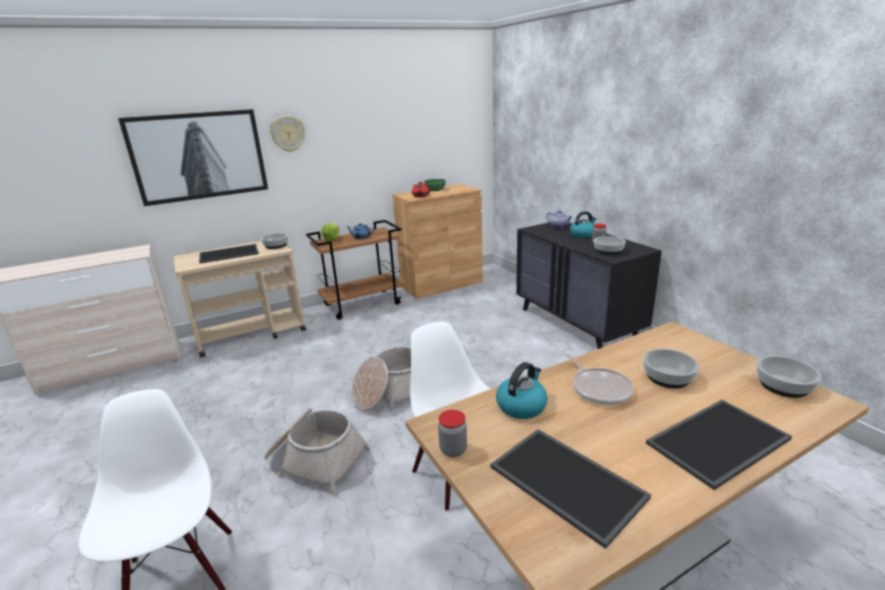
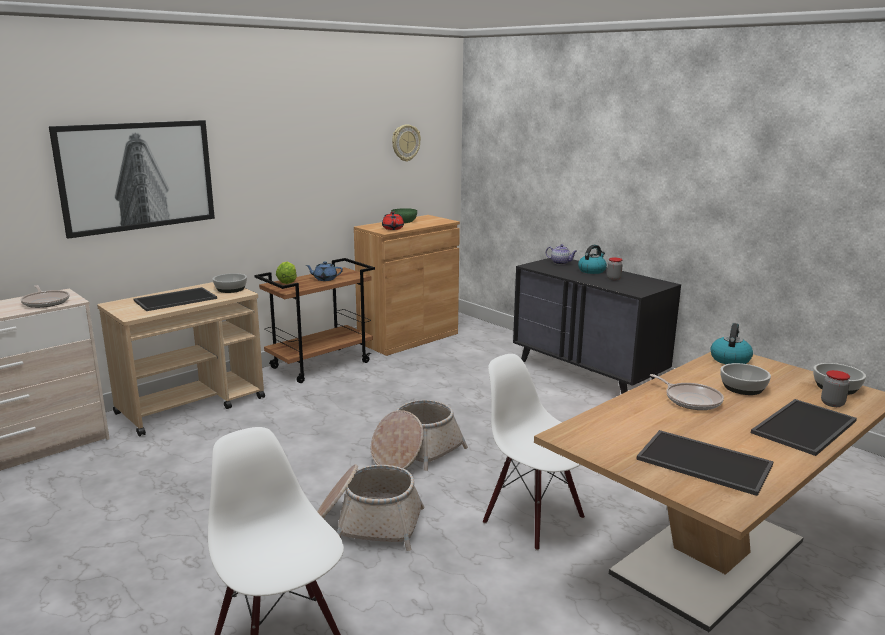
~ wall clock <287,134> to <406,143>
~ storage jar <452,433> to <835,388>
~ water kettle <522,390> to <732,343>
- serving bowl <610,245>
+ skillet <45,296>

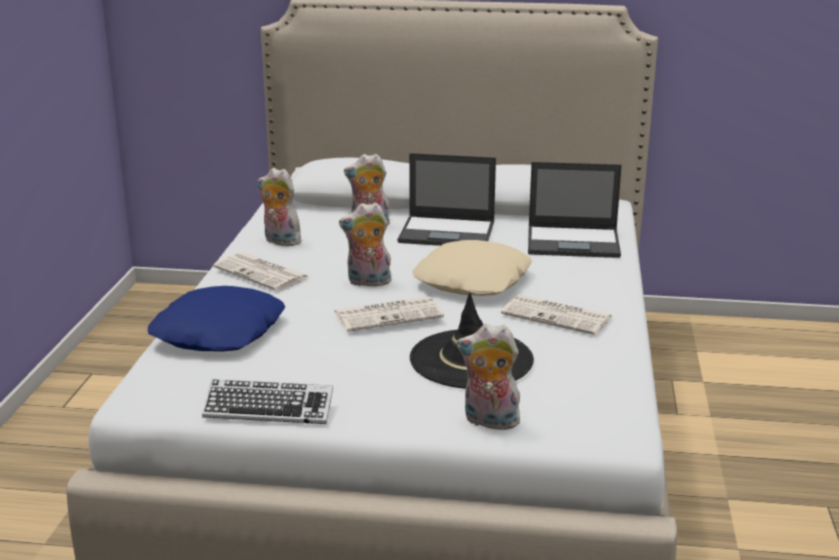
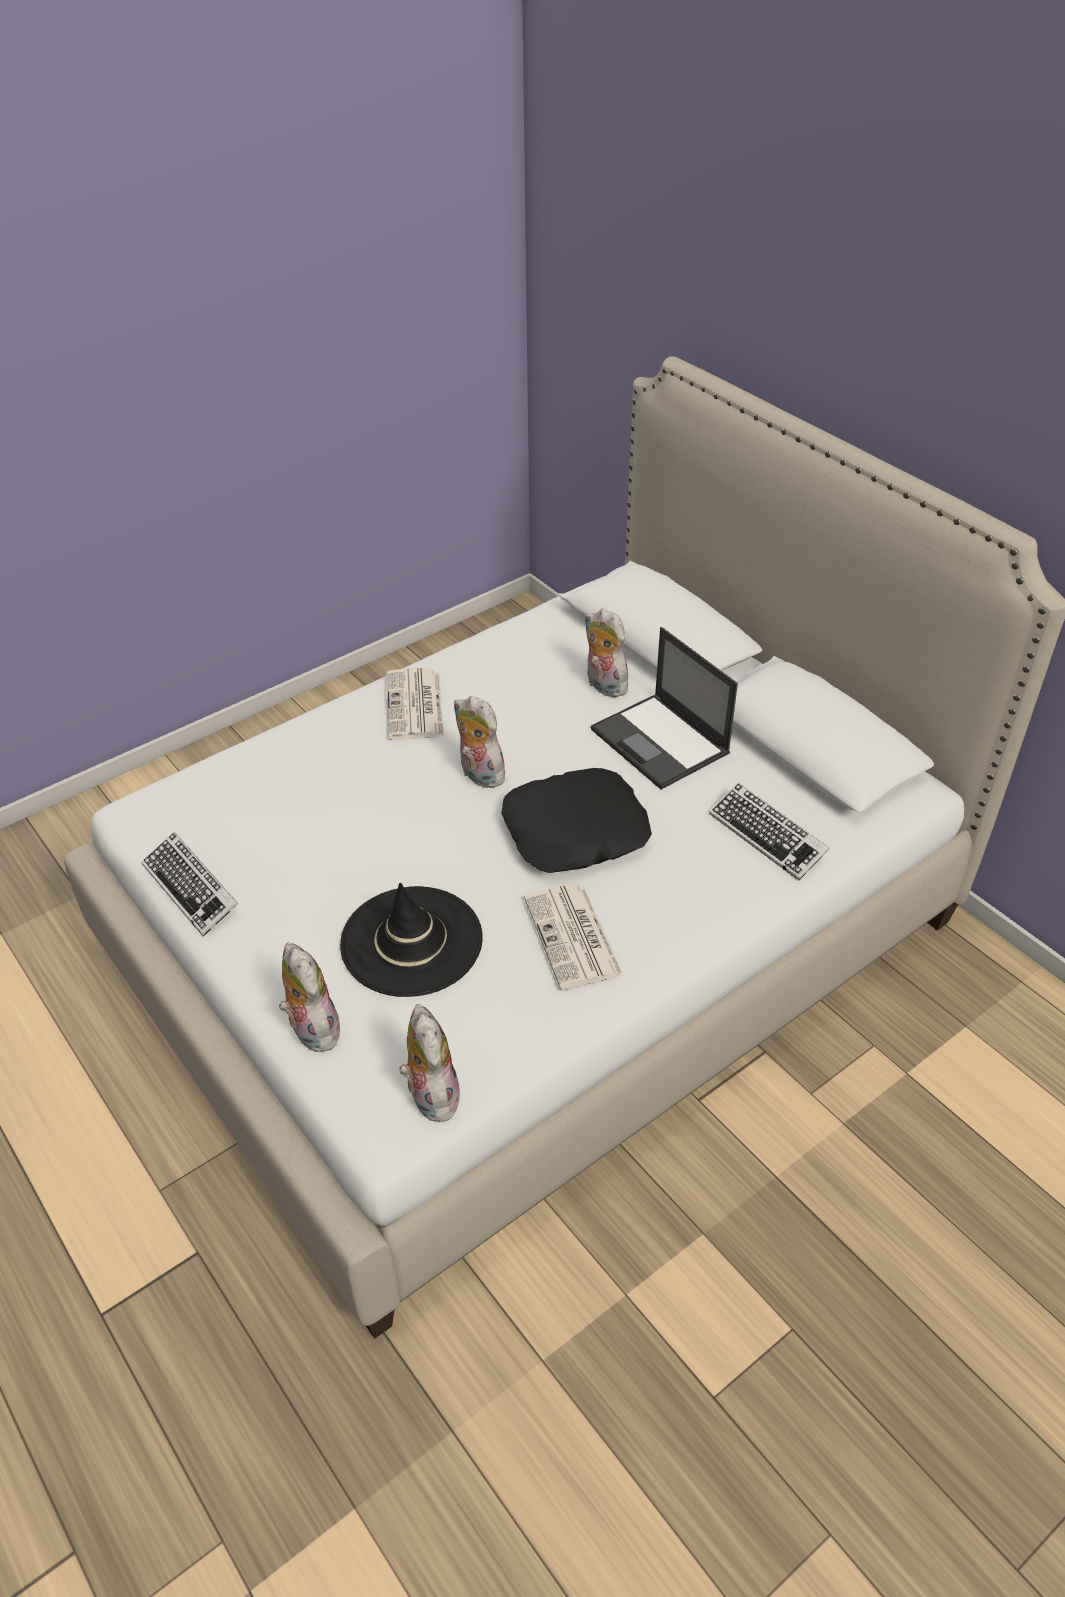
- bluish throw pillow <216,319>
~ soft toy <280,207> to <431,1063>
- newspaper <389,314>
~ sand-coloured throw pillow <472,268> to black throw pillow <576,820>
~ portable computer <575,210> to PC keyboard <769,832>

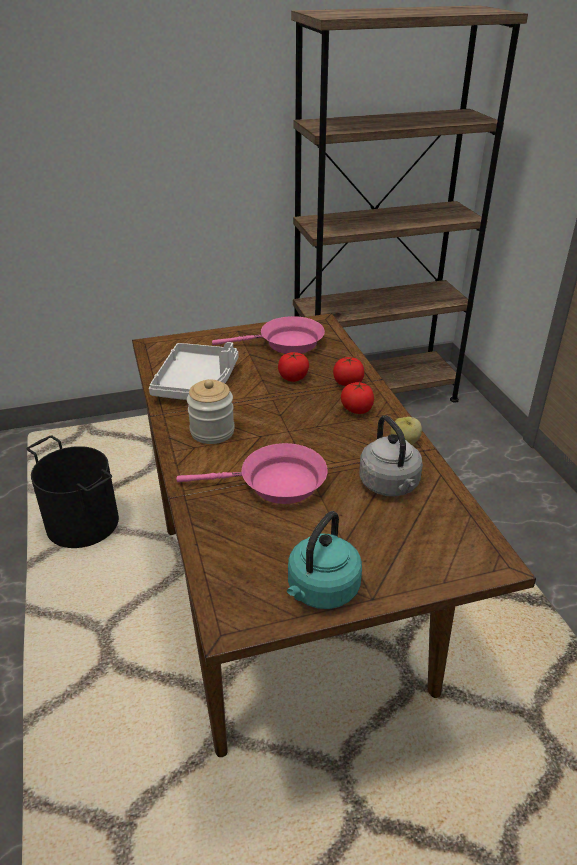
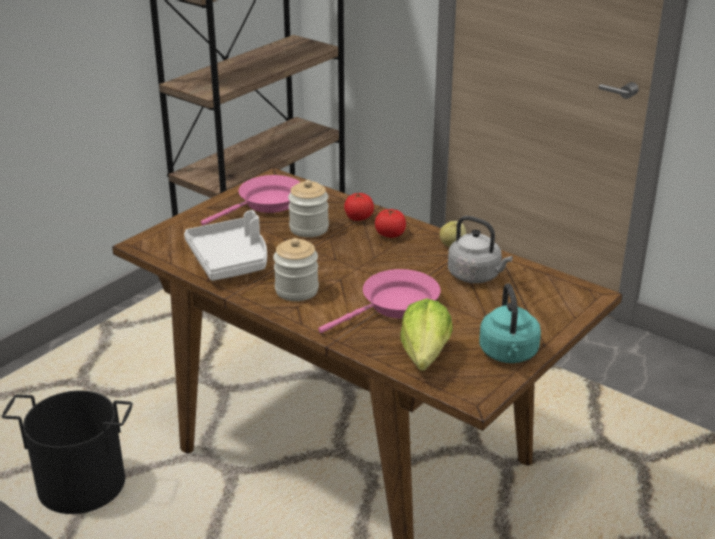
~ whole tomato <293,367> to storage jar <308,208>
+ lettuce head <426,334>

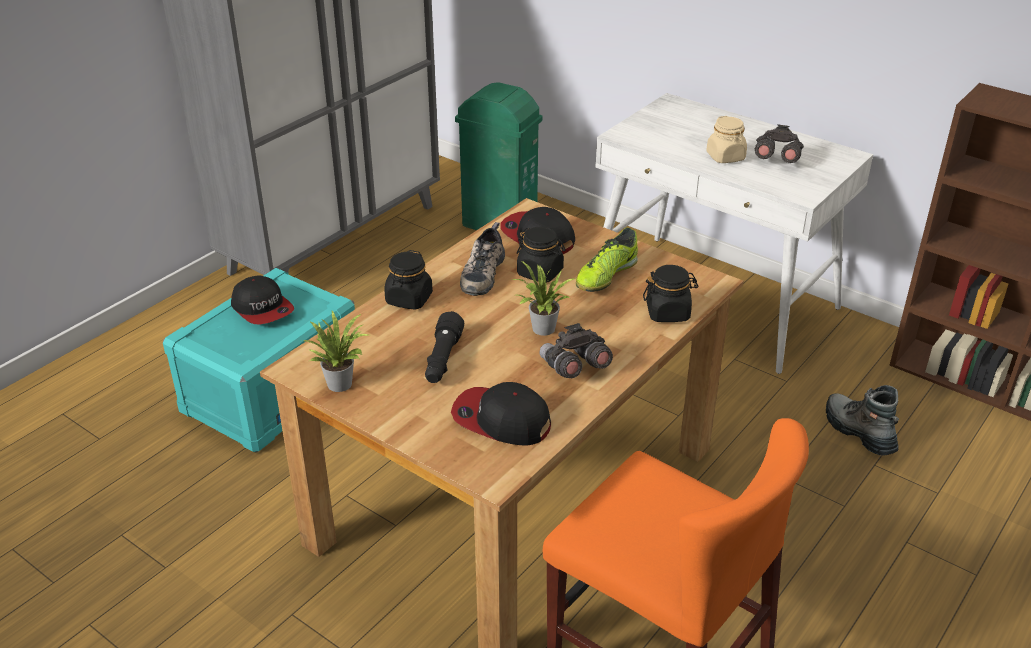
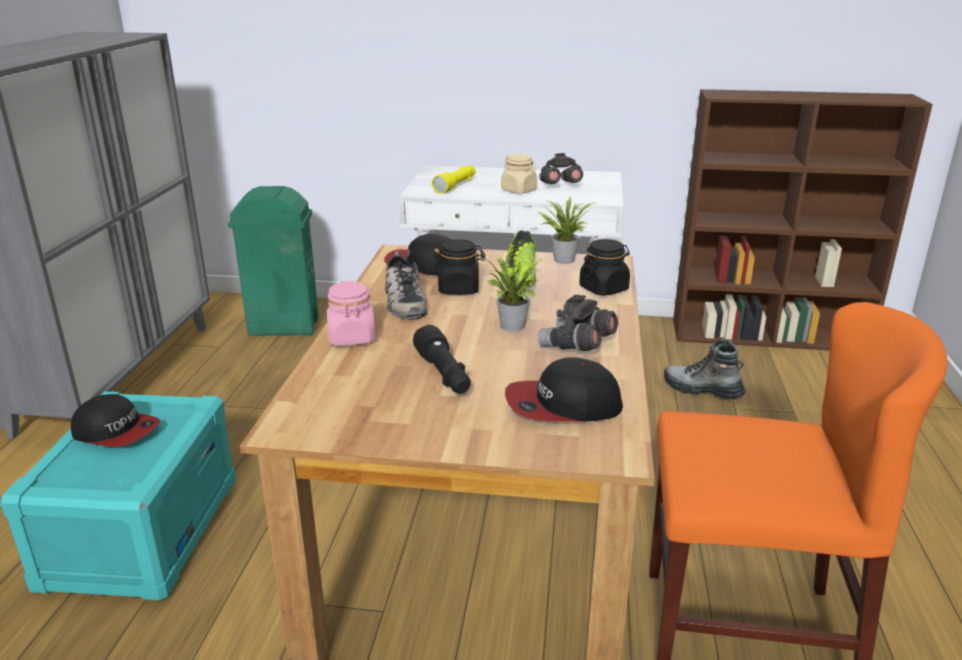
~ potted plant <336,351> to <568,230>
~ black storage jar <408,280> to pink storage jar <351,313>
+ yellow-coloured hand torch <453,179>

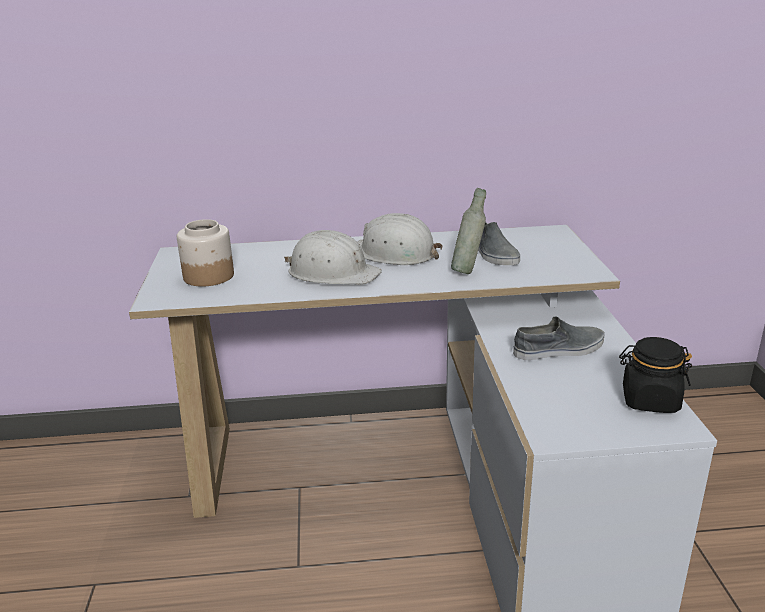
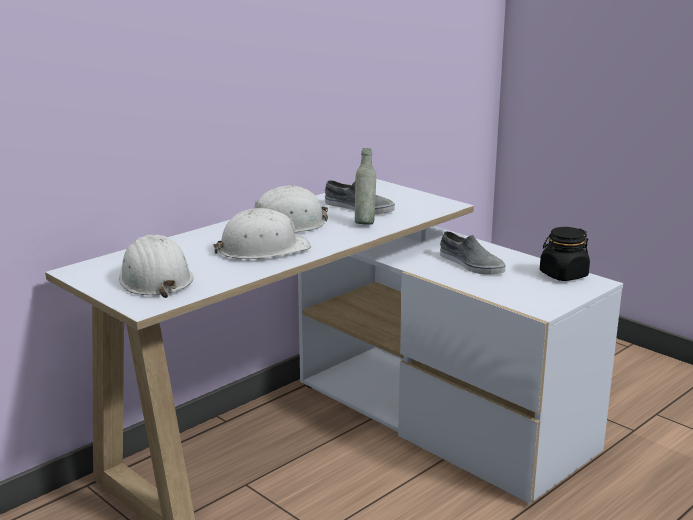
~ storage jar <205,253> to white work helmet <156,266>
~ gray shoe <559,338> = <472,253> 105 degrees clockwise

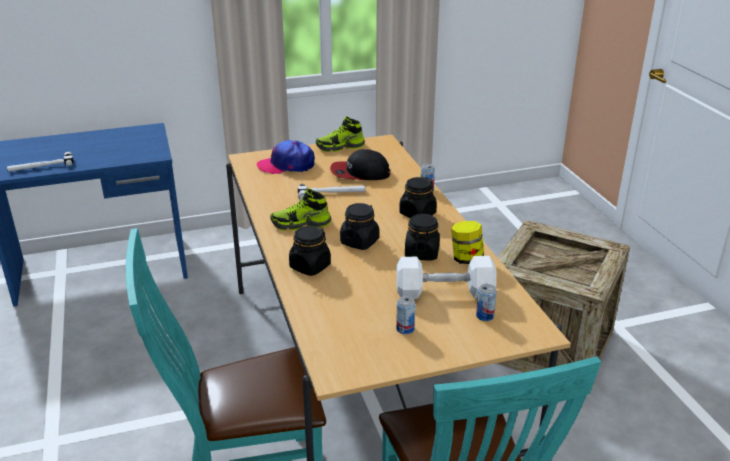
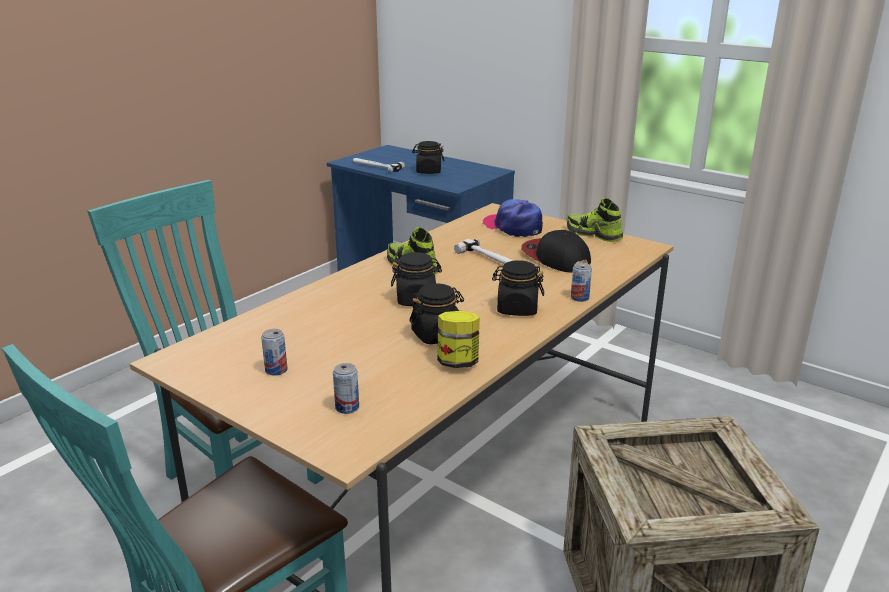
~ black storage jar <310,250> to <428,157>
- white hand weight <446,277>

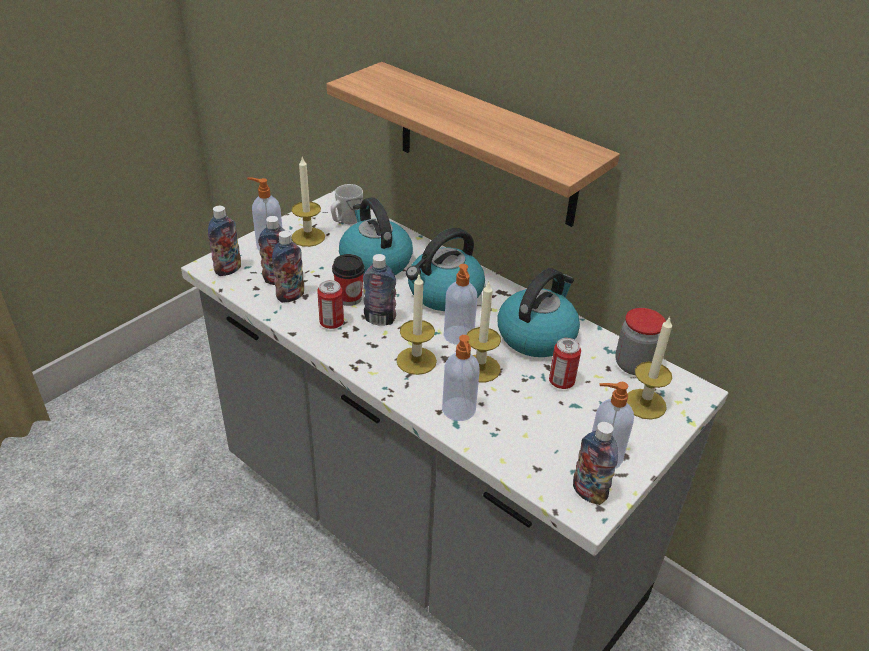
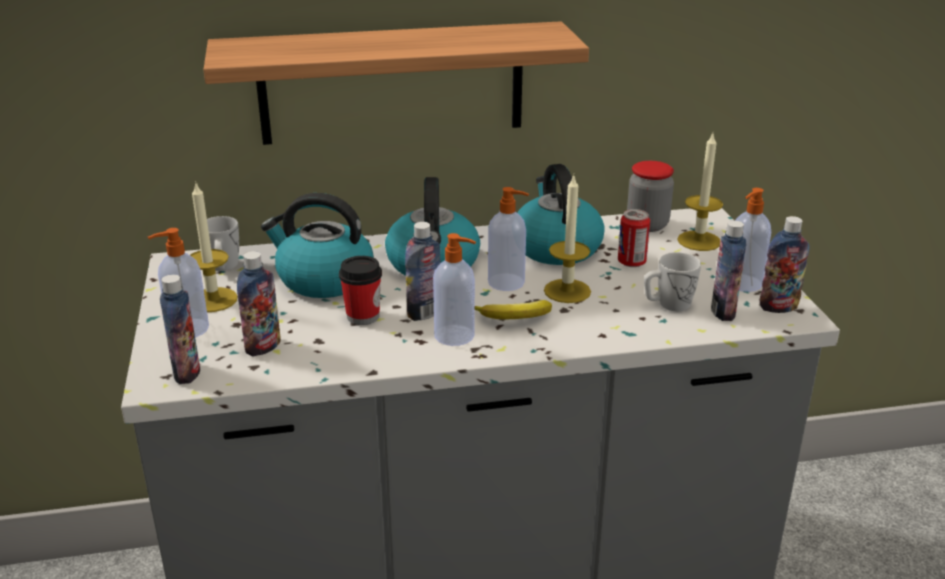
~ beverage bottle <288,267> to <728,270>
- sealed can <330,304>
~ wax light <416,325> to banana <513,309>
~ liquid soap bottle <461,378> to <454,289>
+ white mug <672,281>

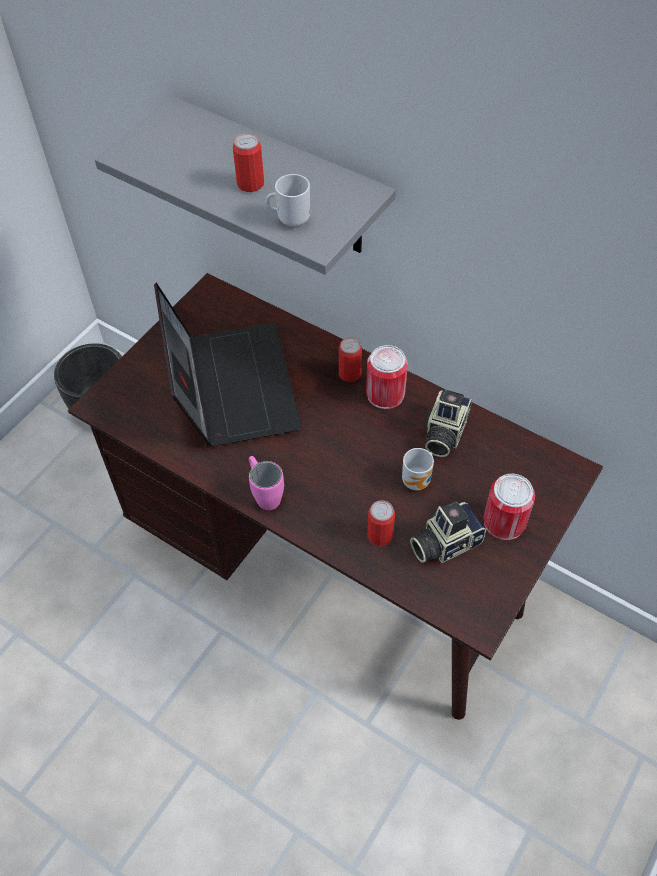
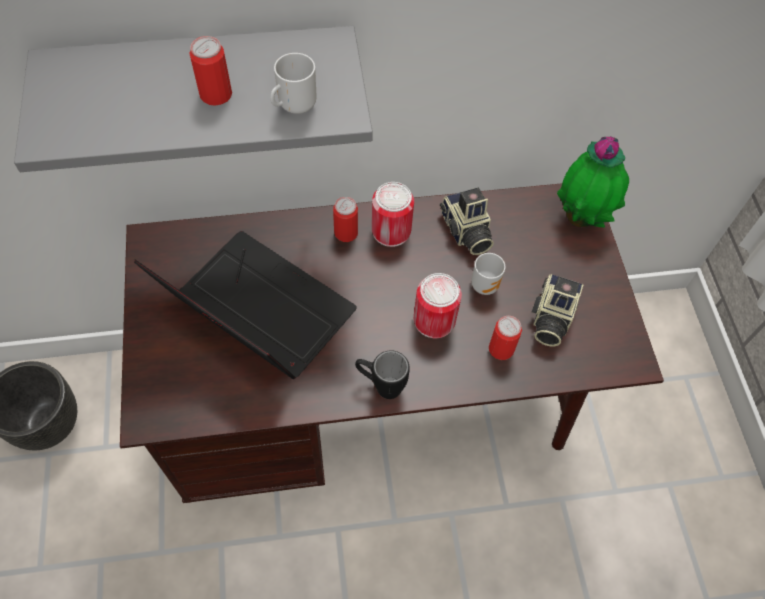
~ pink mug <266,483> to black mug <382,374>
~ sealed can <509,507> to <438,305>
+ potted plant <593,182>

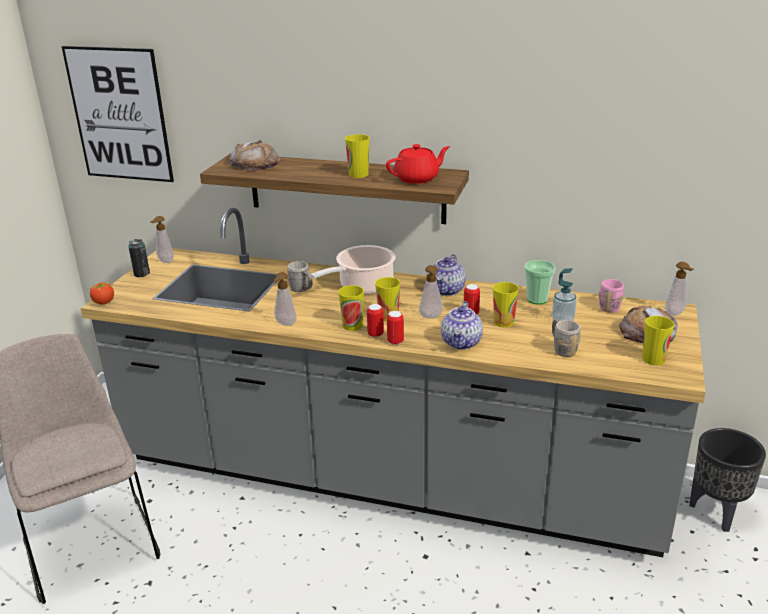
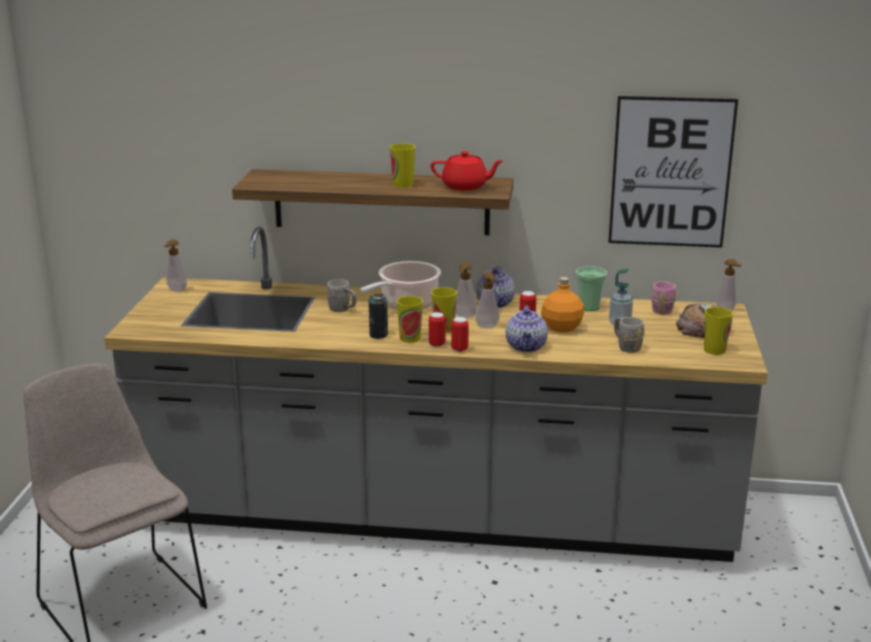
~ wall picture <118,114> to <673,172>
- whole tomato <102,292>
~ sealed can <139,258> to <378,316>
- baked bread <255,155>
~ liquid soap bottle <285,299> to <466,290>
~ red-coloured pot for tea <418,164> = <467,171> 45 degrees clockwise
~ small cup <506,305> to orange-coloured beverage bottle <562,305>
- black flower pot <727,480>

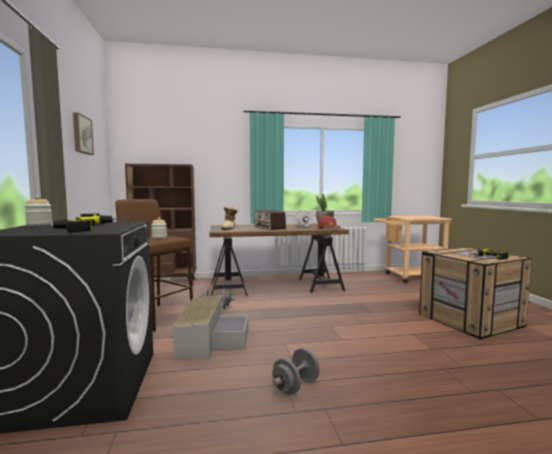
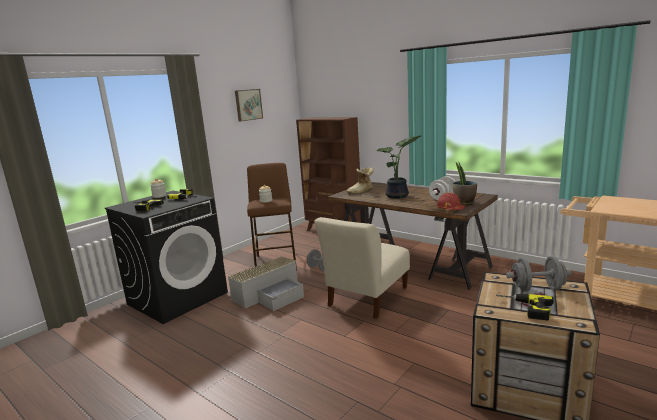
~ radio set <270,220> to potted plant <398,167>
~ gray hand weight <295,371> to <539,274>
+ sand-coloured plain chair <362,268>

